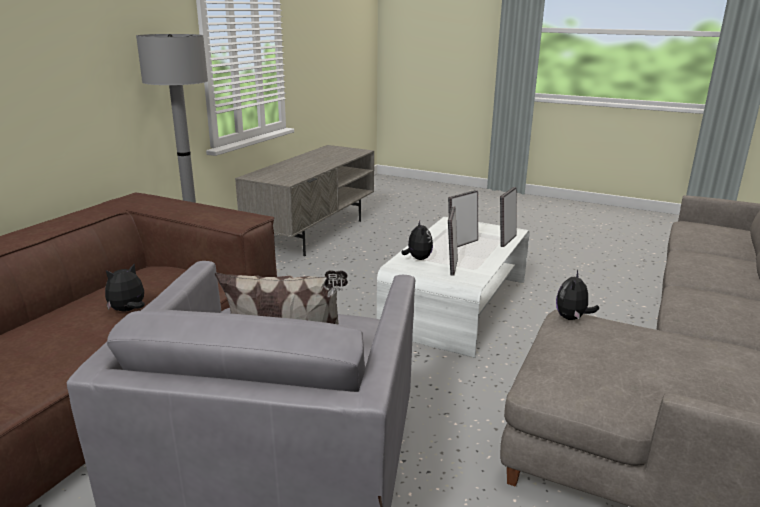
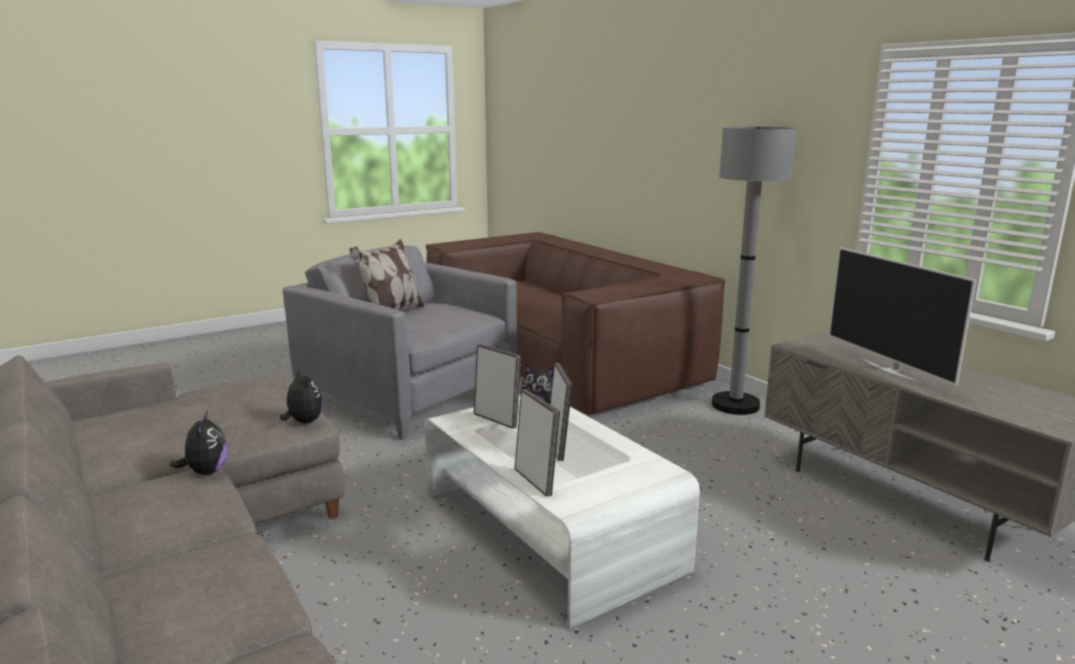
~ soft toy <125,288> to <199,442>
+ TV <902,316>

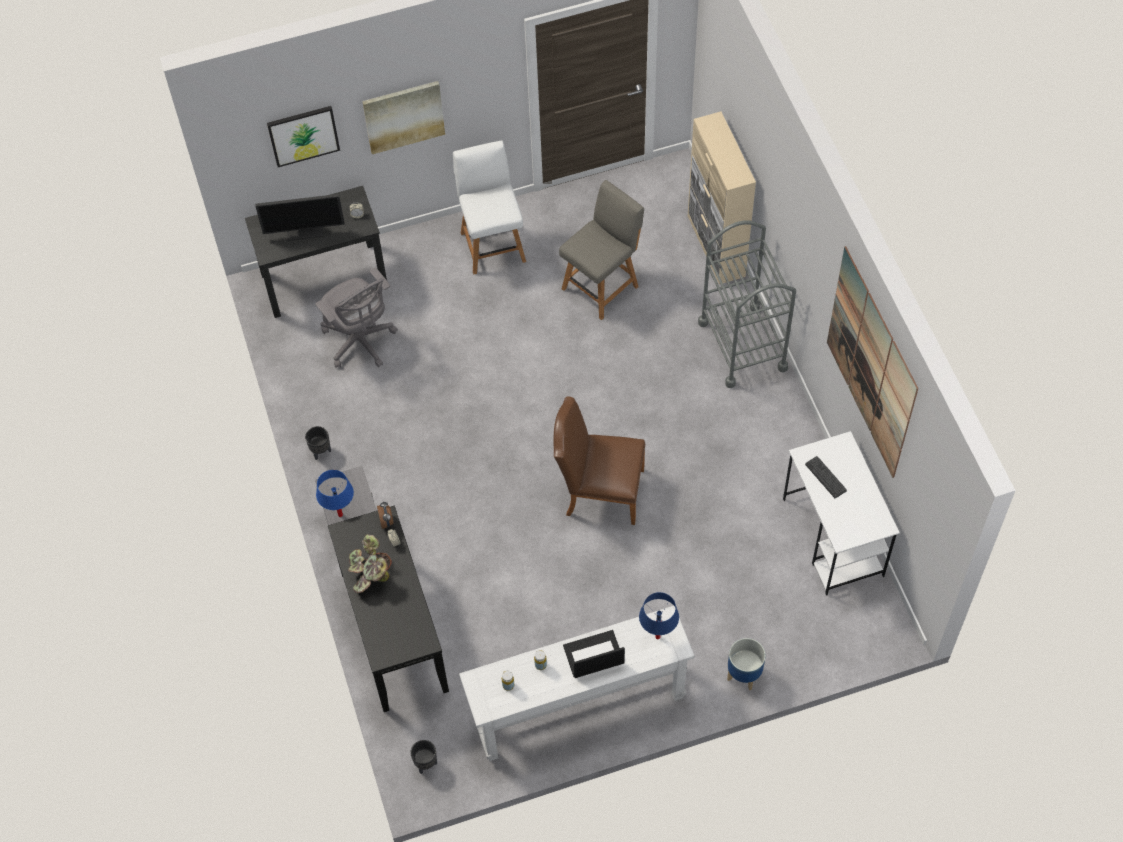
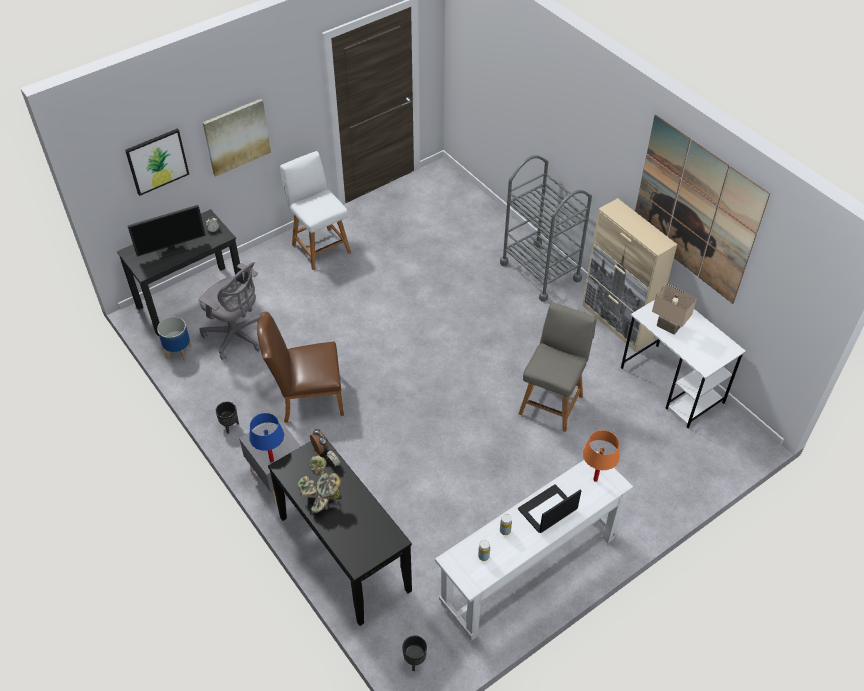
~ brownish plain chair <599,461> to <300,367>
~ gray plain chair <601,250> to <558,367>
~ bluish tabletop lamp <659,615> to orange-coloured tabletop lamp <601,456>
~ sand-coloured cupboard <722,197> to <629,275>
~ flower pot <746,664> to <174,339>
~ PC keyboard <826,477> to sand-coloured tabletop lamp <674,309>

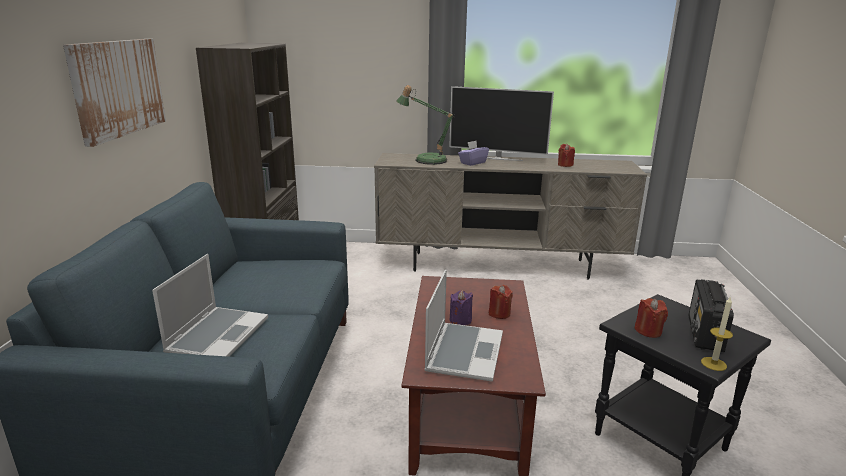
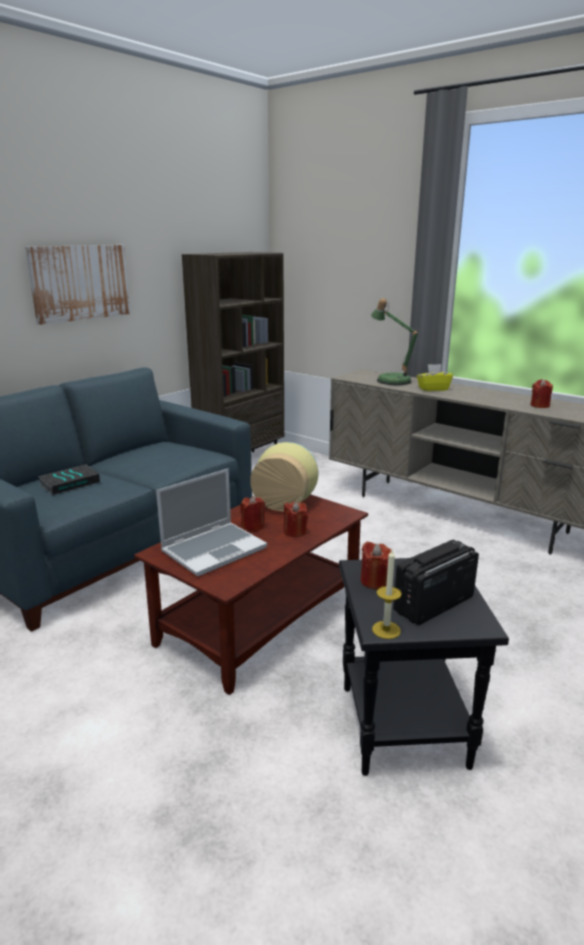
~ portable computer <210,305> to volume <69,480>
- TV <501,123>
~ purplish wax light <461,307> to red-coloured wax light <252,514>
~ purplish tissue holder <473,153> to yellow-coloured tissue holder <435,377>
+ flower vase <284,476>

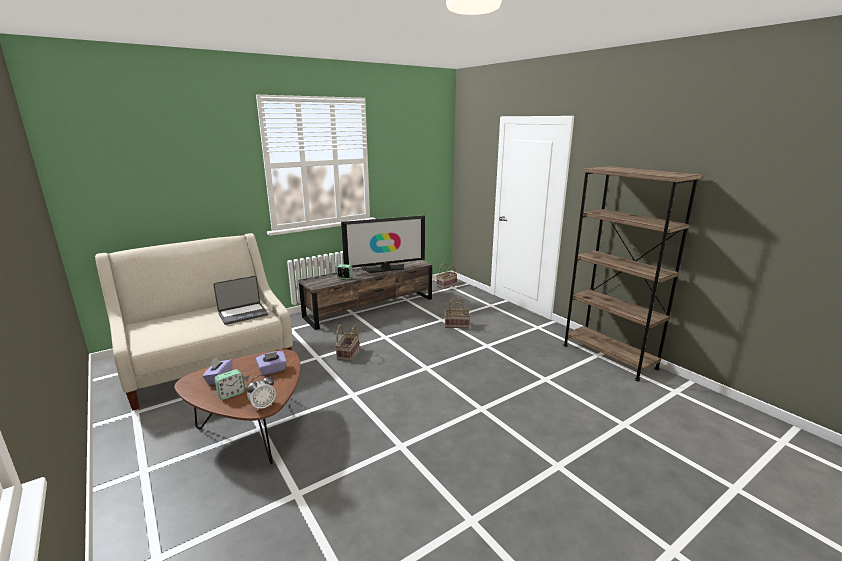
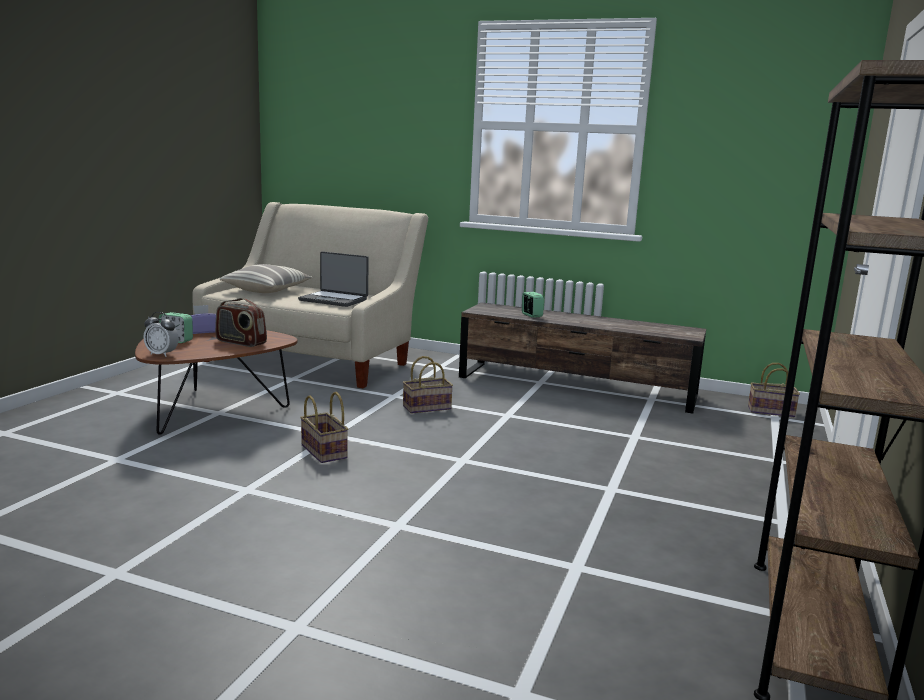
~ purplish tissue holder <271,363> to radio set <241,322>
- TV <383,244>
~ basket <457,312> to <324,427>
+ throw pillow <266,278>

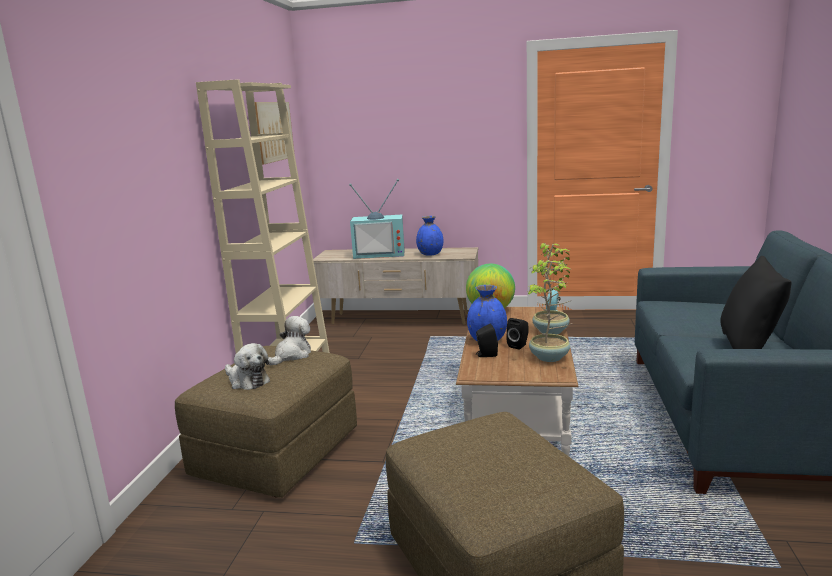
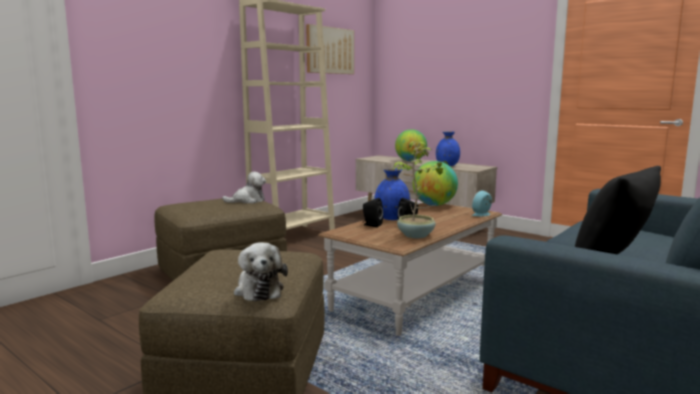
~ soft toy <247,366> to <261,272>
~ TV <377,219> to world globe <411,145>
- potted plant <551,288>

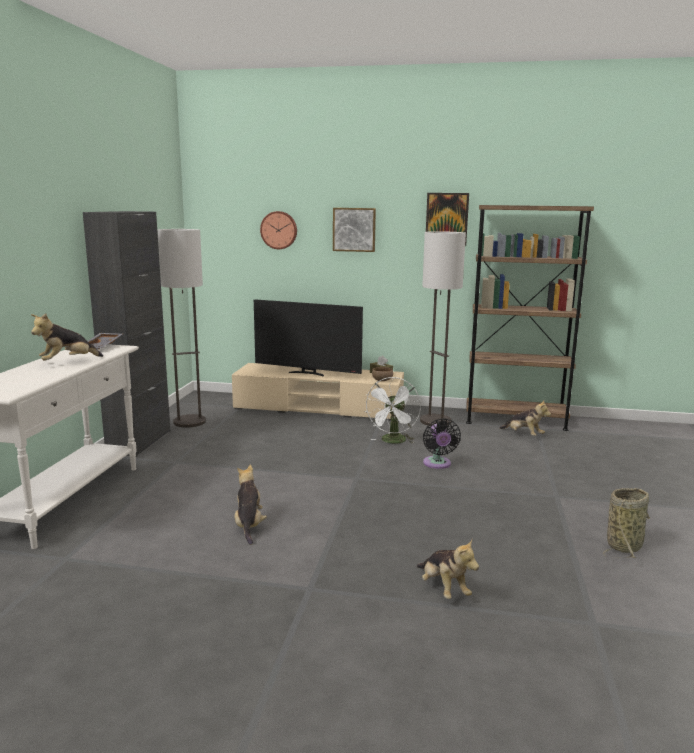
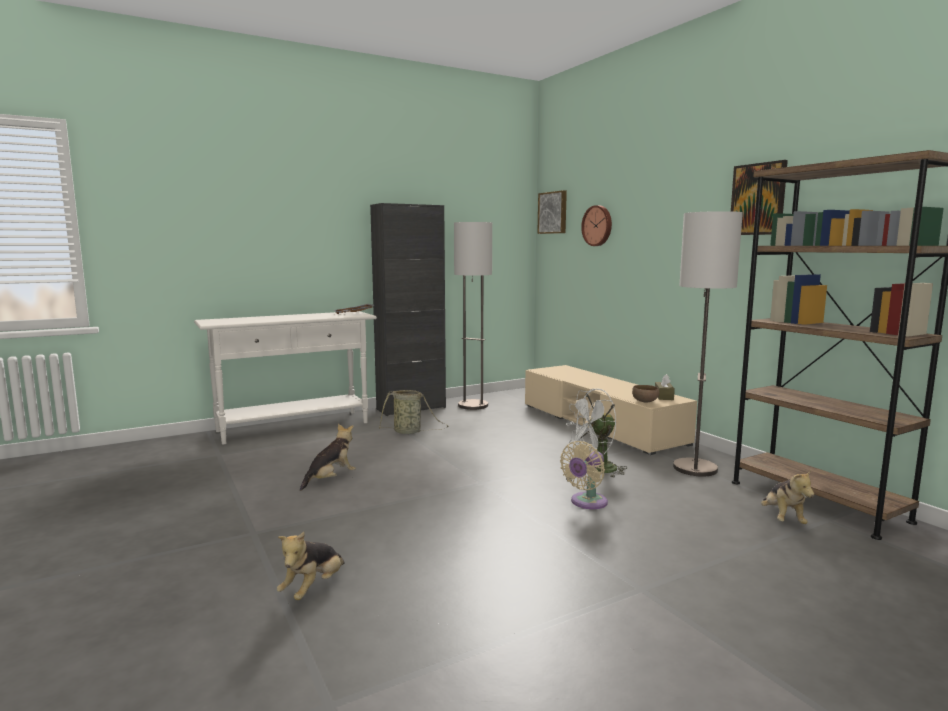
- soft toy <67,337>
- TV <308,338>
~ wall picture <354,230> to <552,212>
~ black electric fan <442,443> to sand-coloured electric fan <584,475>
~ basket <626,523> to <413,412>

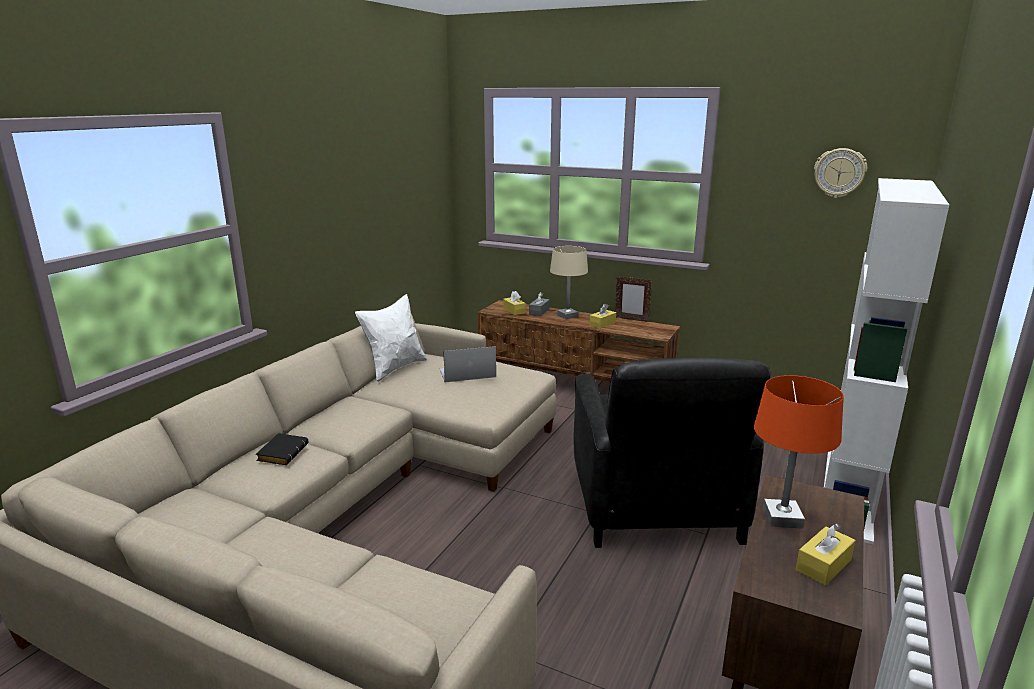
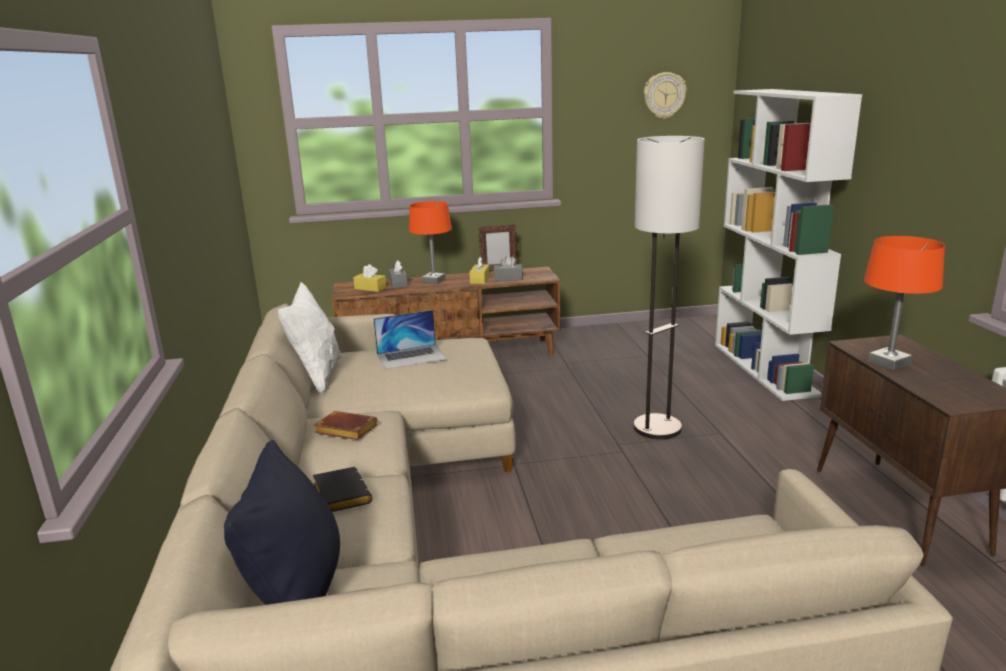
~ portable computer <468,364> = <410,339> 150 degrees counterclockwise
~ sand-coloured tabletop lamp <569,282> to orange-coloured tabletop lamp <430,242>
~ black easy chair <672,453> to floor lamp <669,287>
- yellow-coloured tissue holder <826,554>
+ black throw pillow <282,522>
+ brownish volume <346,425>
+ gray tissue holder <508,268>

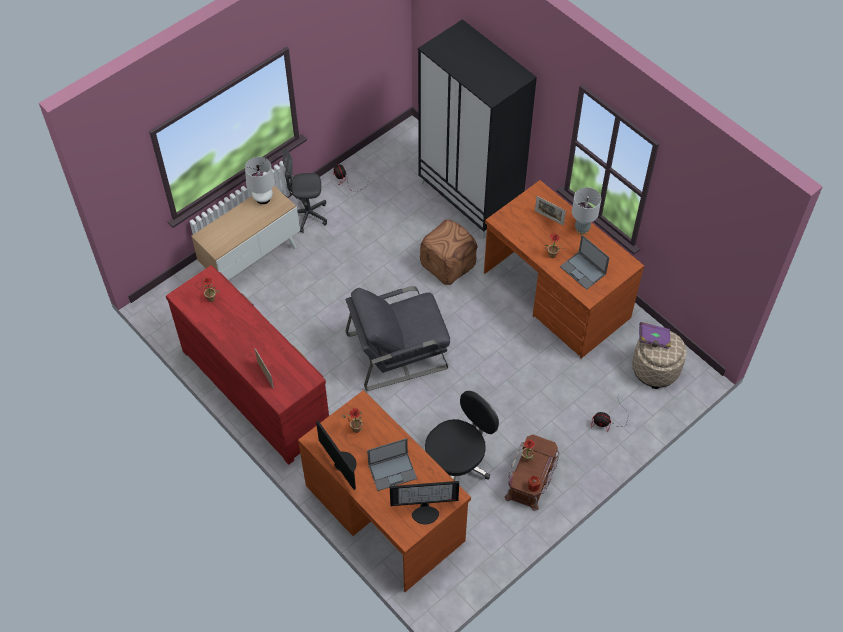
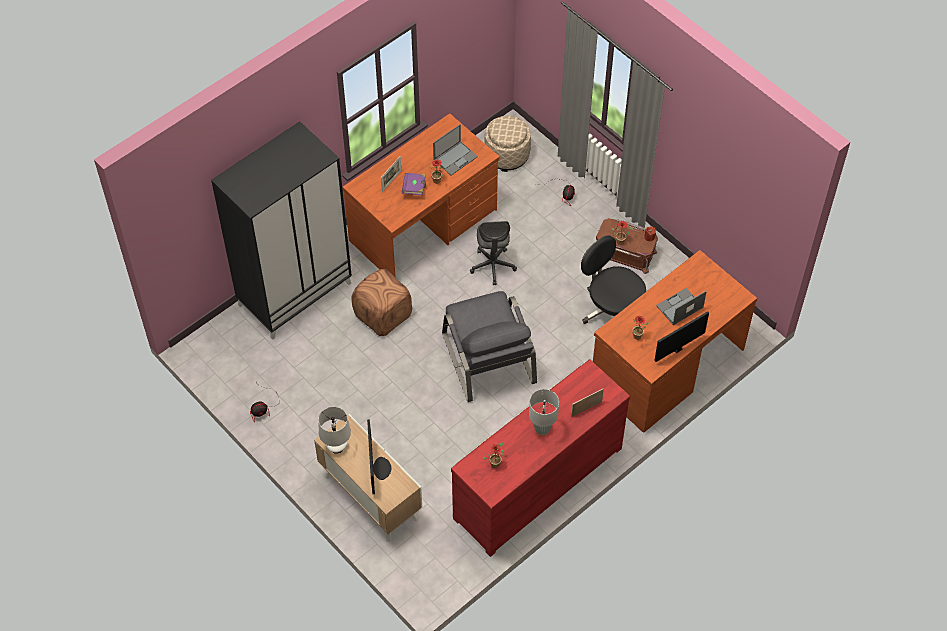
~ gray computer chair <305,190> to <493,253>
~ portable computer <392,464> = <681,306> 105 degrees counterclockwise
~ computer display <424,503> to <379,456>
~ gray tabletop lamp <586,211> to <544,412>
~ purplish volume <655,335> to <414,184>

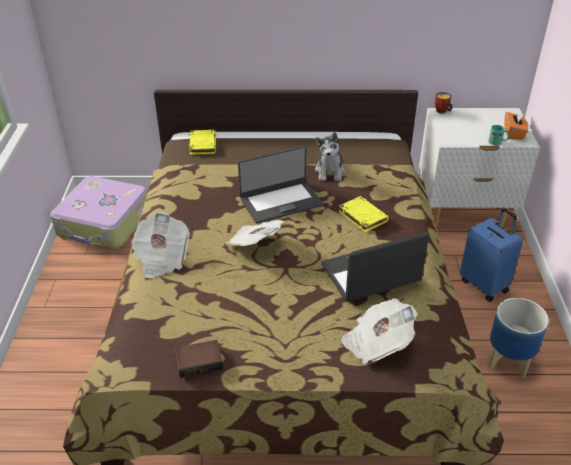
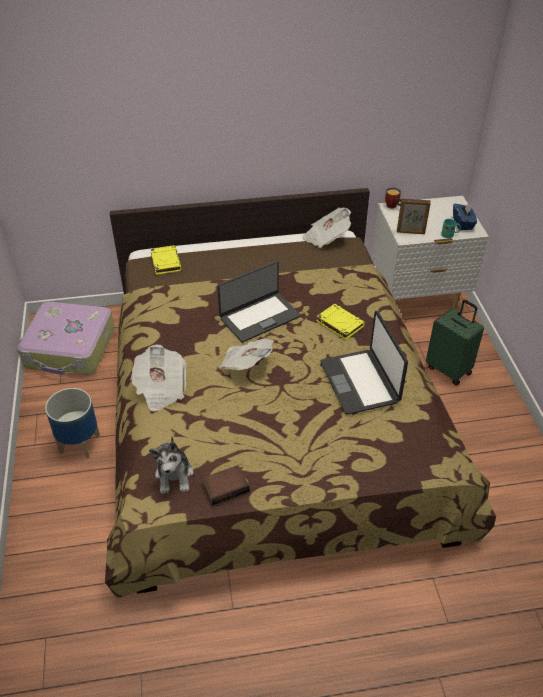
~ soft toy <330,156> to <171,465>
~ portable computer <375,266> = <364,363> 75 degrees counterclockwise
~ newspaper <379,331> to <326,228>
~ bluish piece of luggage <491,255> to greenish piece of luggage <455,343>
~ flower pot <519,338> to <72,423>
~ orange-coloured tissue holder <516,125> to bluish tissue holder <465,216>
+ standing frame <414,216>

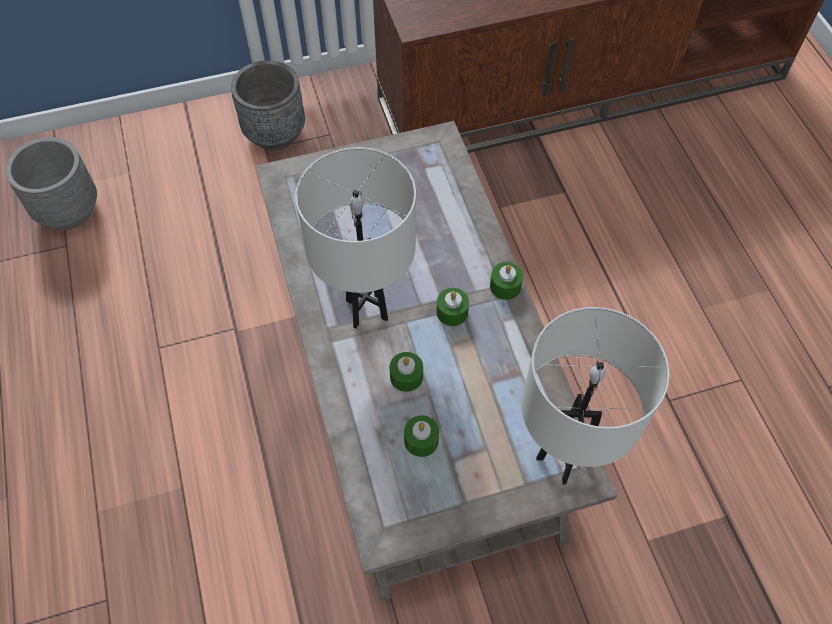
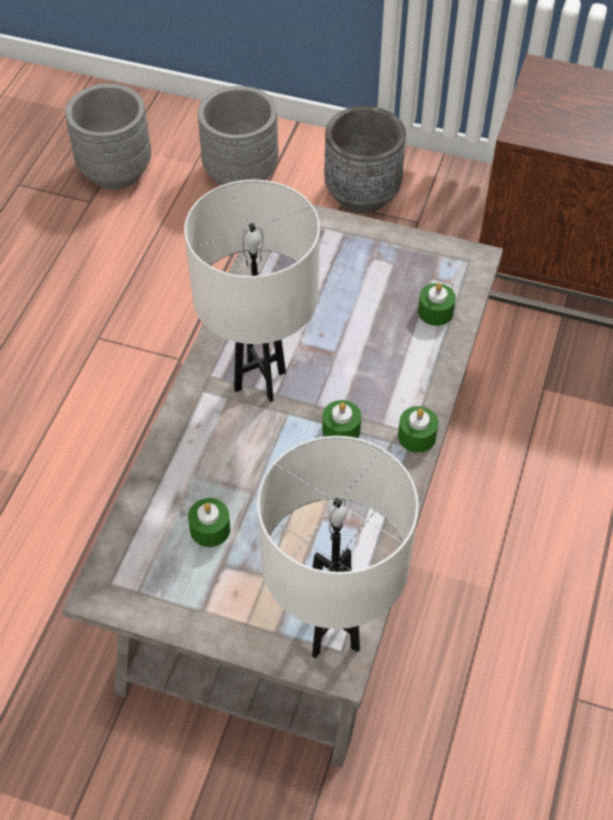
~ greenish wax light <406,372> to <437,304>
+ gray flower pot <238,135>

